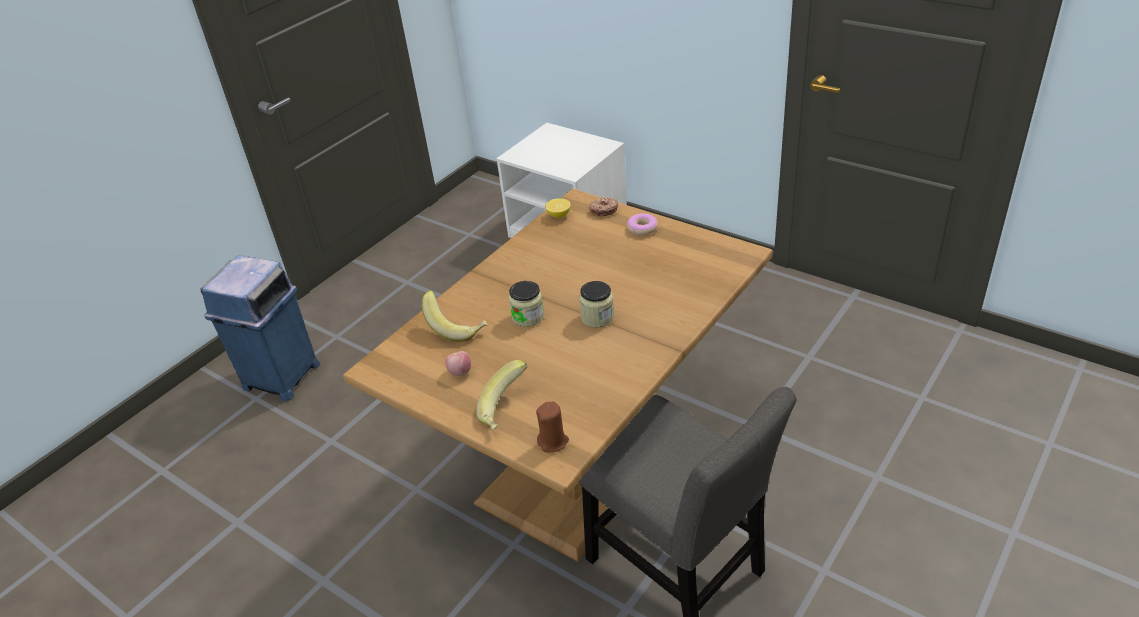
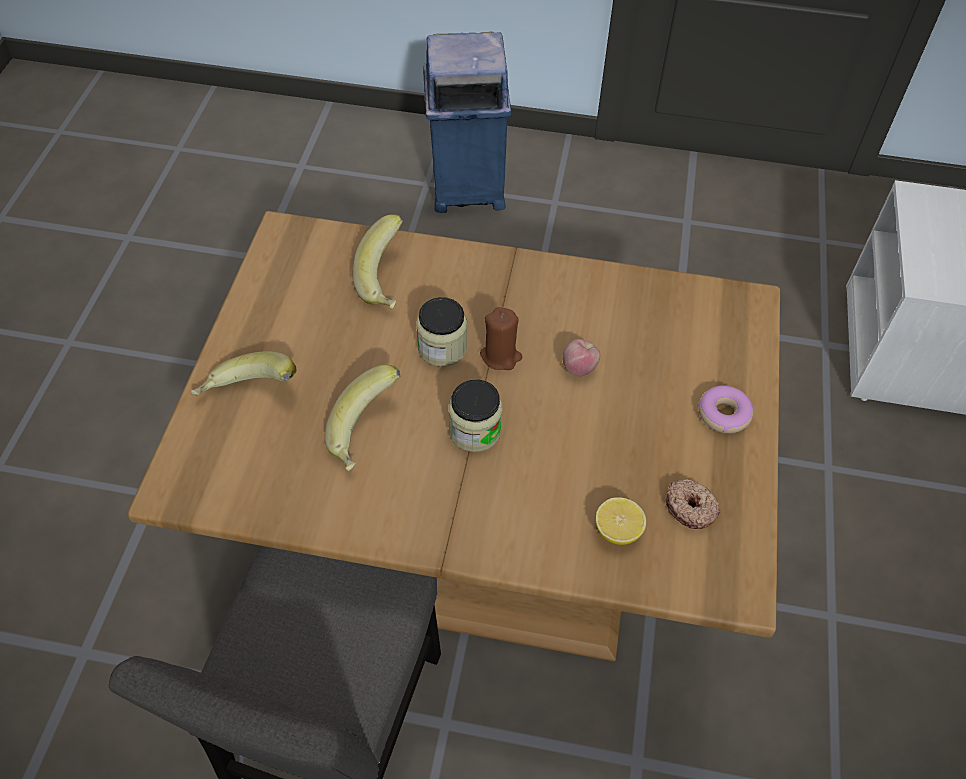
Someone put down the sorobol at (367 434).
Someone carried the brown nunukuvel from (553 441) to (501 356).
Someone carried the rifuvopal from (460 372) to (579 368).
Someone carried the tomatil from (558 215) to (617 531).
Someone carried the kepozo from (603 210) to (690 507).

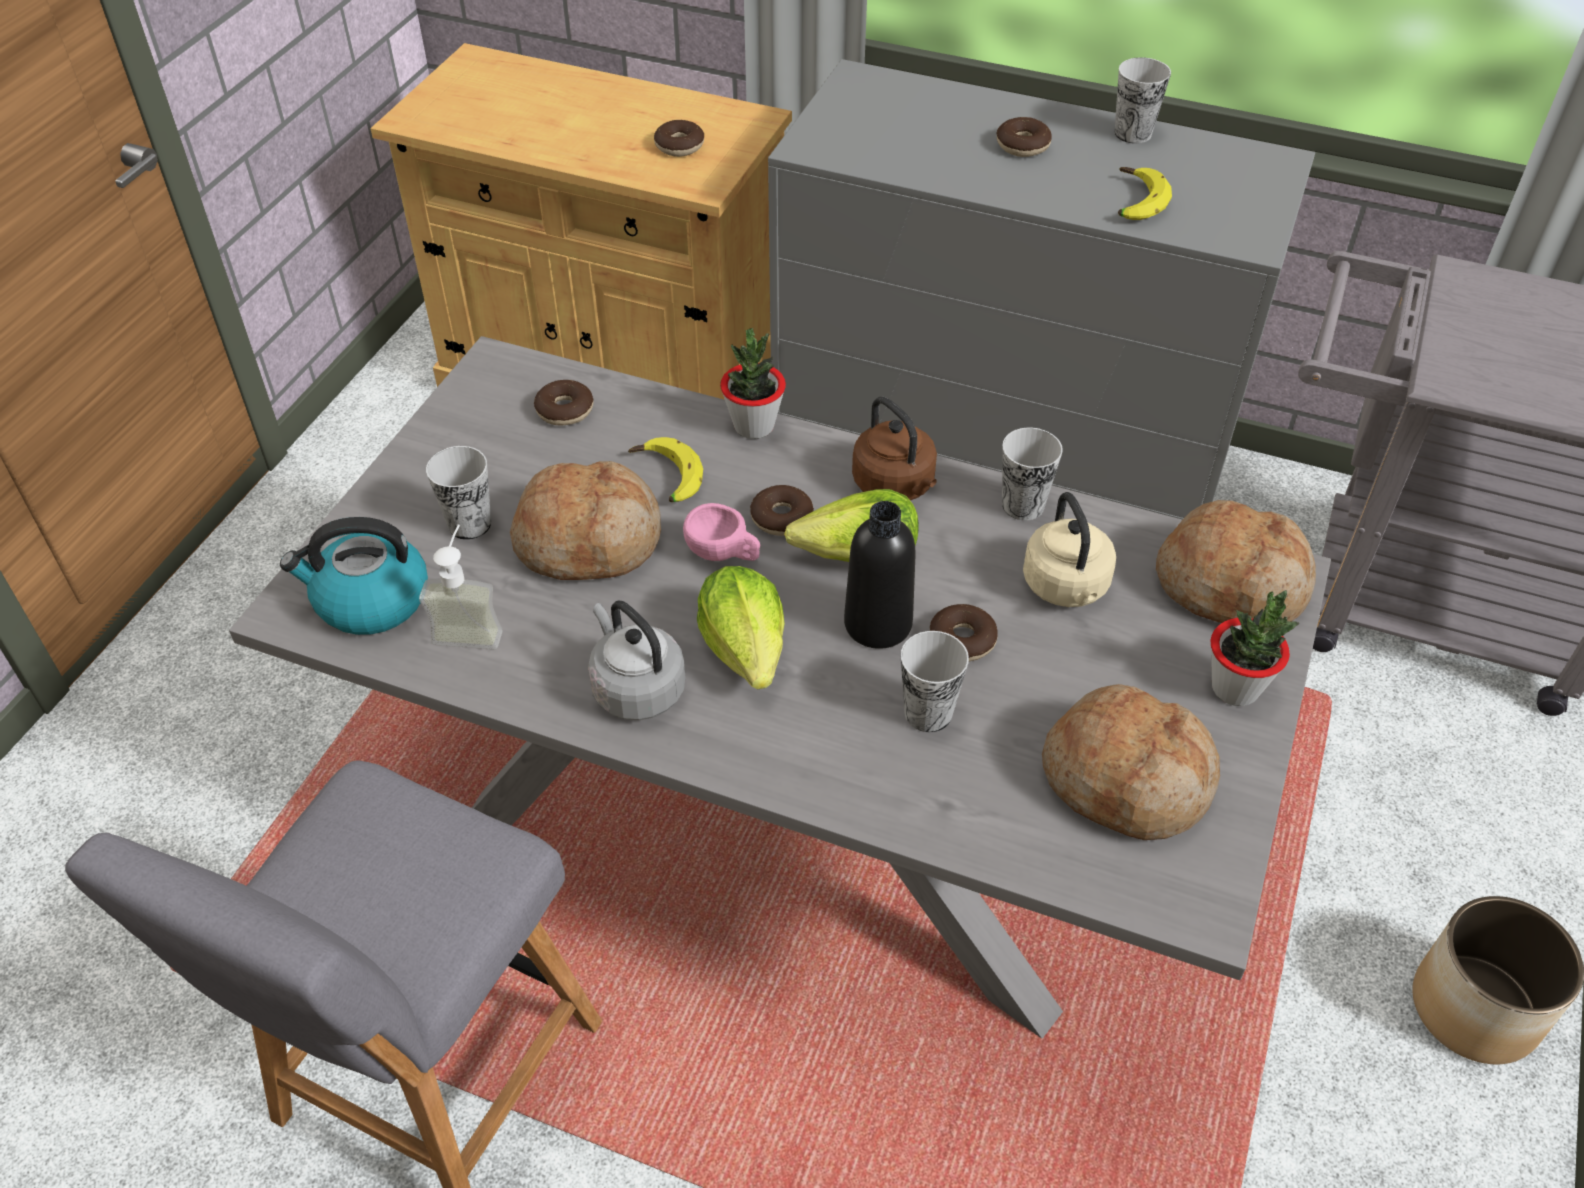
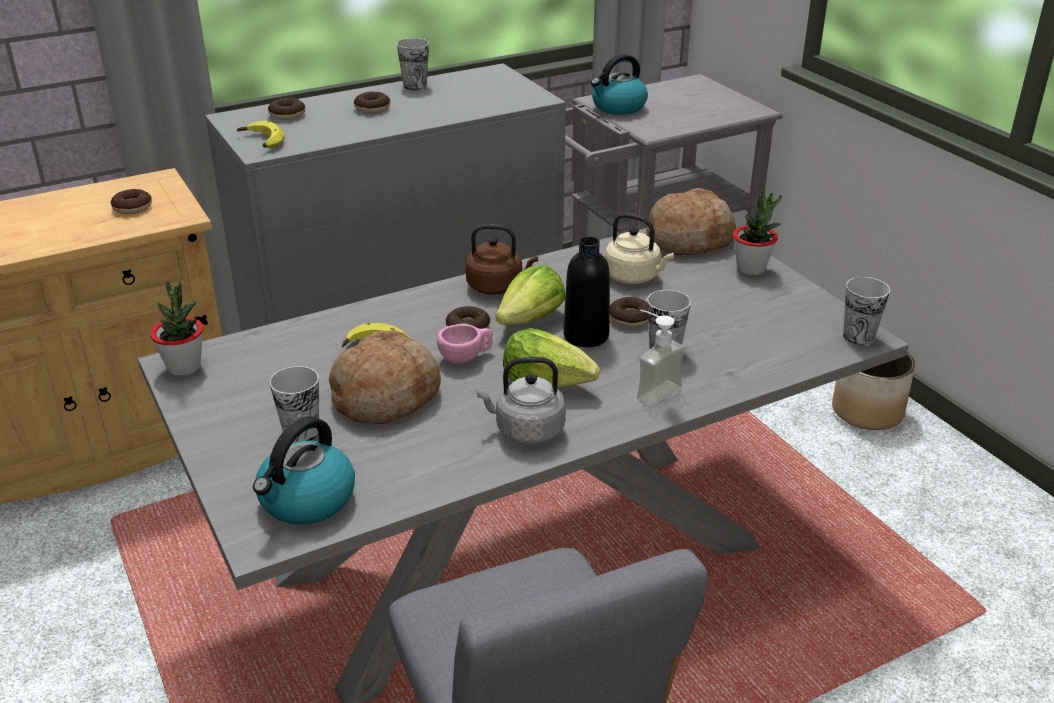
Someone carried the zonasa from (754 426) to (184 367).
Someone carried the sorobol from (1133 202) to (261 142).
Someone carried the kepozo from (565 410) to (287 115).
Someone put down the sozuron at (618 107).
Someone carried the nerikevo from (471 627) to (651 389).
Someone carried the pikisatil from (1023 505) to (858 336).
Someone took away the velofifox at (1128 779).

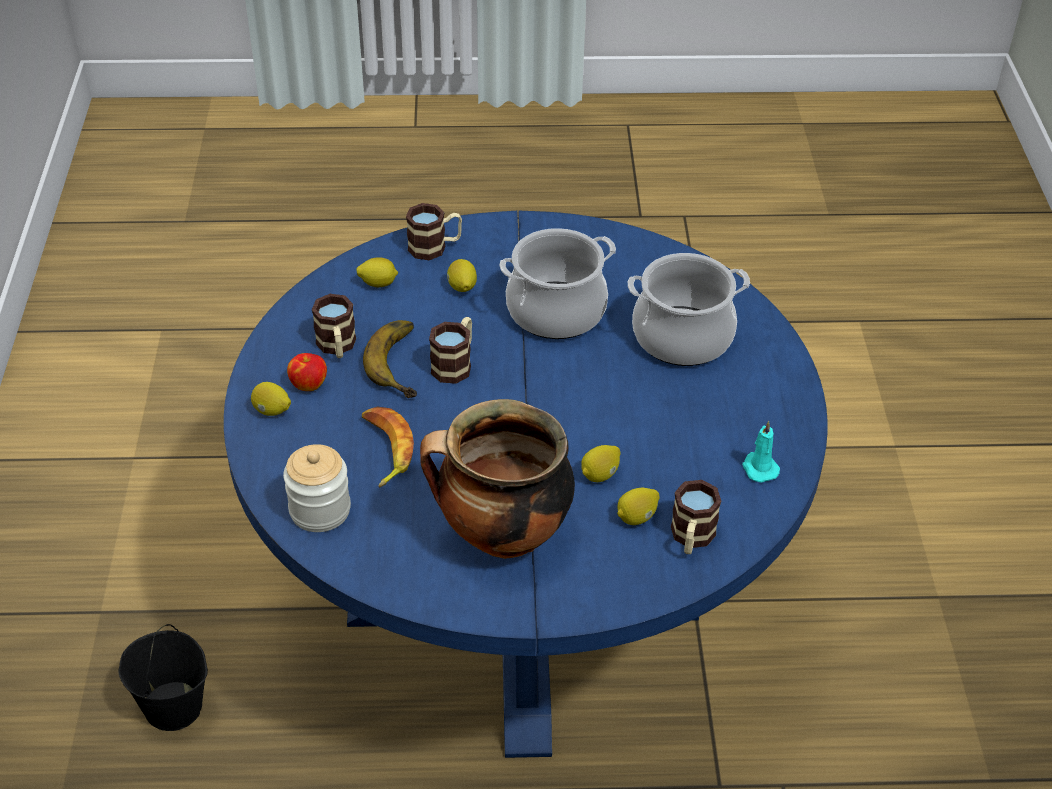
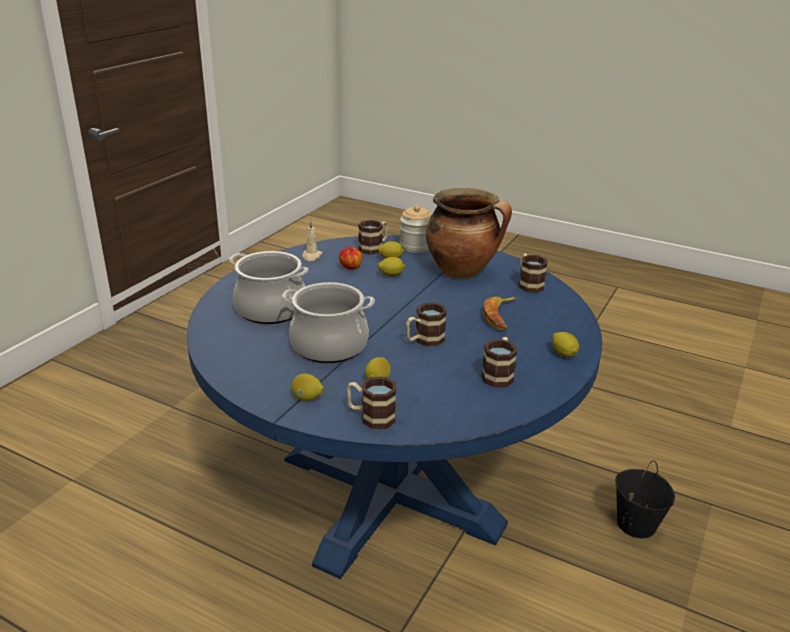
Someone carried the tomatil from (378 283) to (307 398).
Someone repainted the turquoise nunukuvel at (759 468), which became the beige nunukuvel at (311 256).
Someone carried the rifuvopal from (308 384) to (350 268).
Someone carried the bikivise from (320 510) to (415 246).
Someone put down the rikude at (528 284).
Someone took away the sorobol at (405 362).

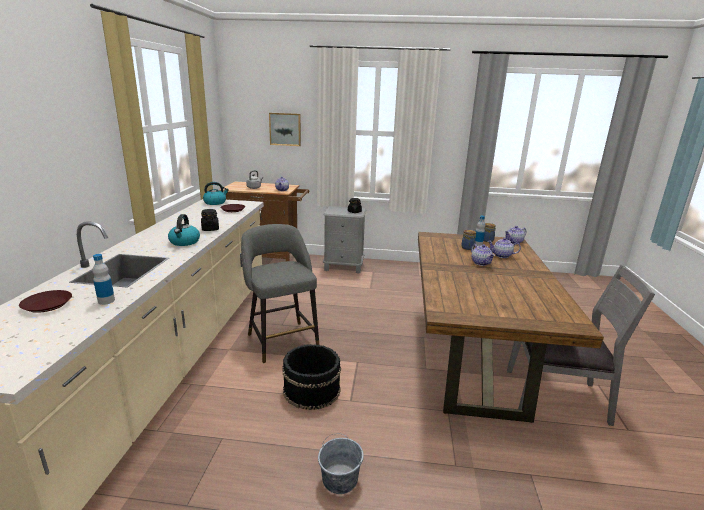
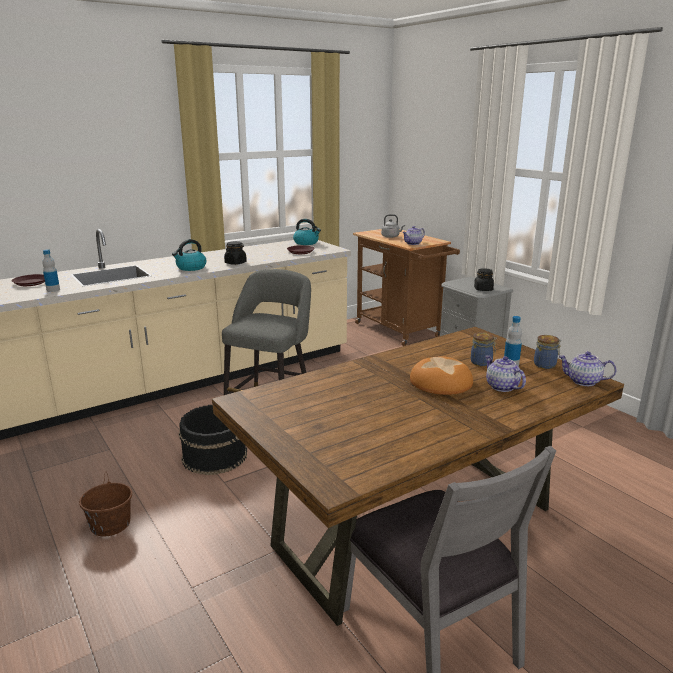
Someone repainted the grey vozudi at (339 479), which became the brown vozudi at (110 524).
Someone swapped the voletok at (481 263) for the velofifox at (441 382).
Someone took away the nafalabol at (285 129).

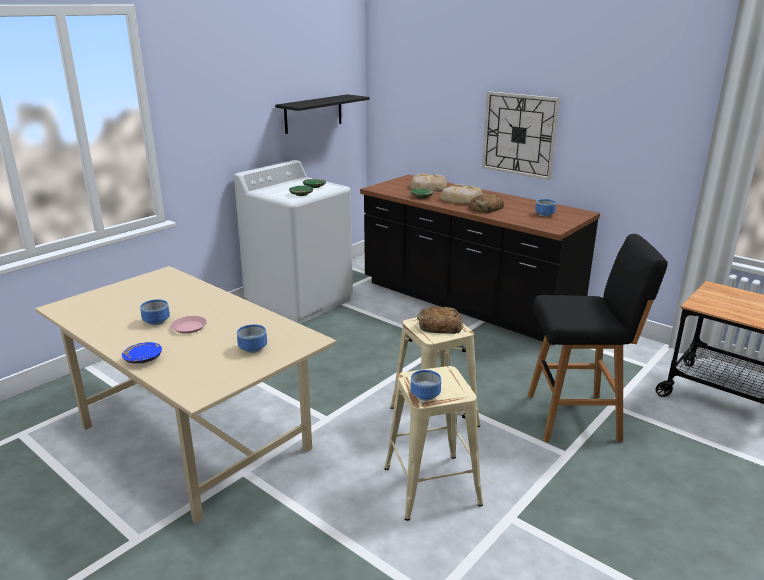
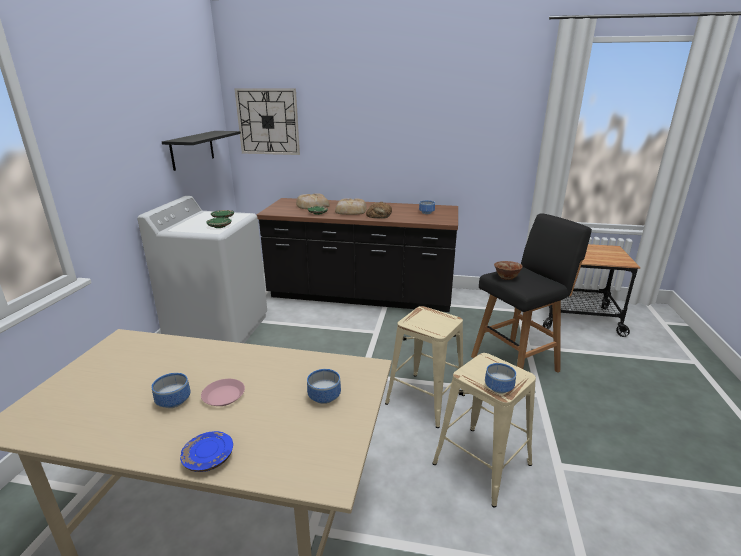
Someone carried the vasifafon from (519 134) to (268 122).
Someone put down the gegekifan at (506 278).
Someone took away the velofifox at (439 325).

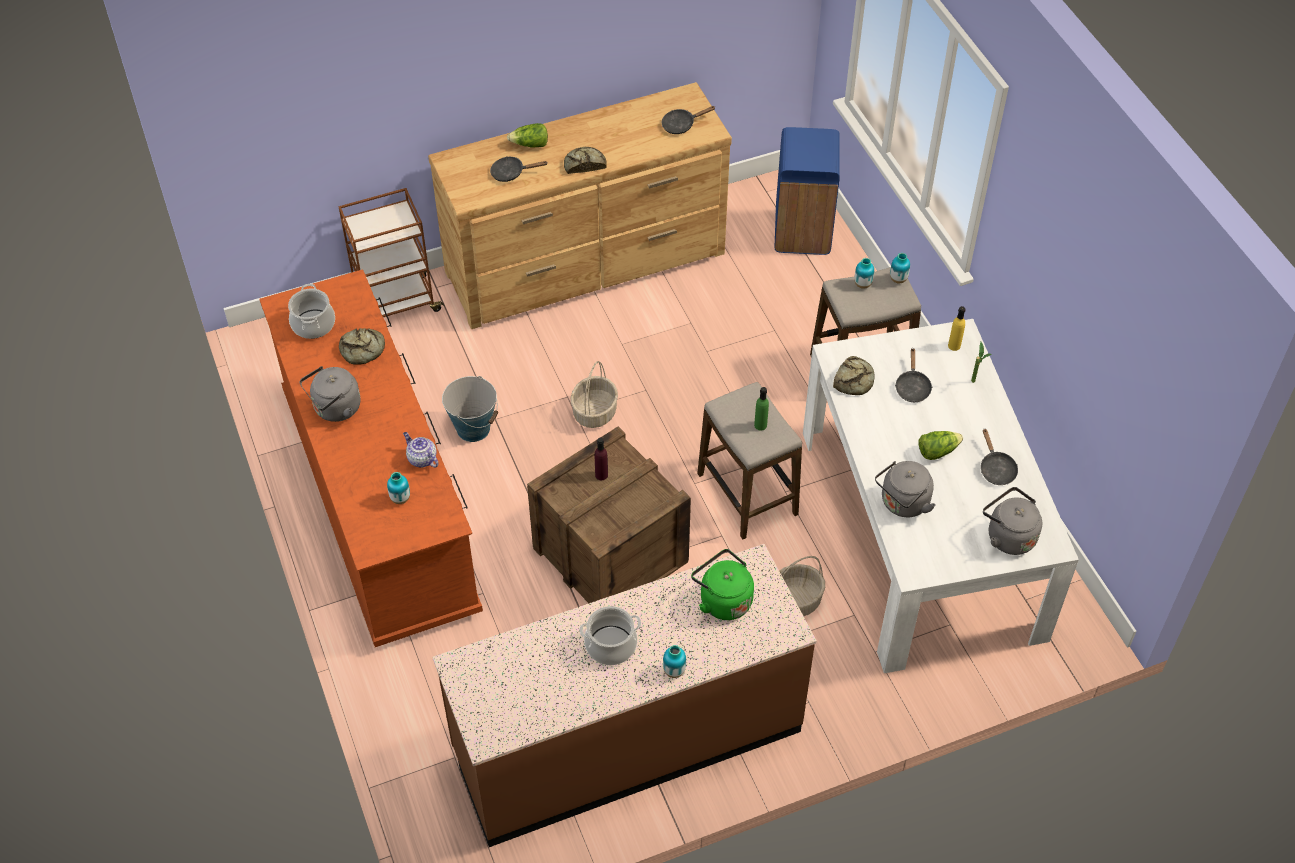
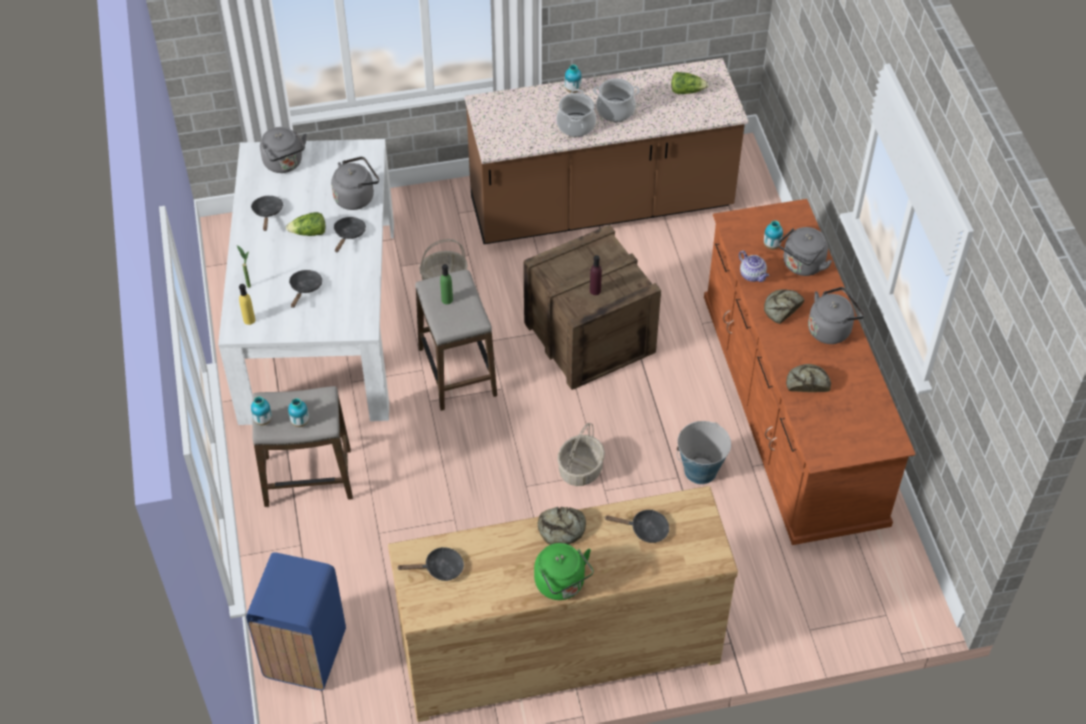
Someone put down the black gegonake at (349 234).
Someone carried the green sozuron from (723 600) to (562 585).
Someone carried the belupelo from (313 324) to (575 125).
Someone carried the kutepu from (530 144) to (686 91).
Someone carried the velofifox from (854 379) to (782 308).
Someone put down the grey sozuron at (802 266).
Someone took away the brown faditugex at (396 303).

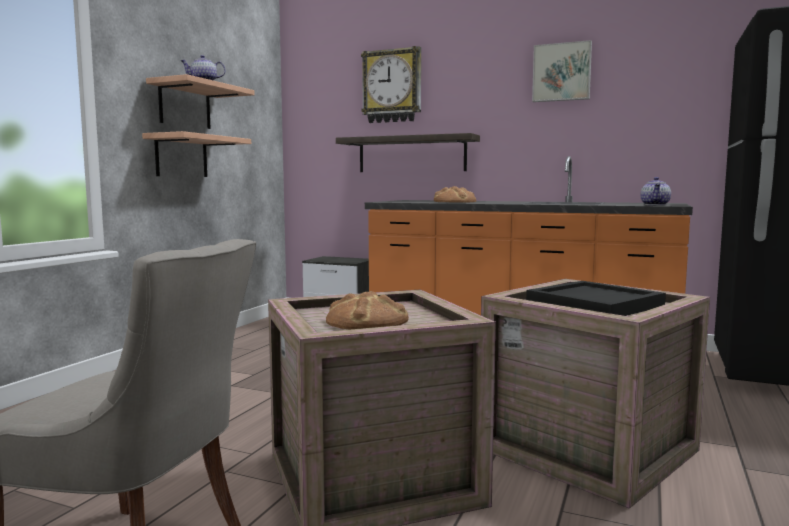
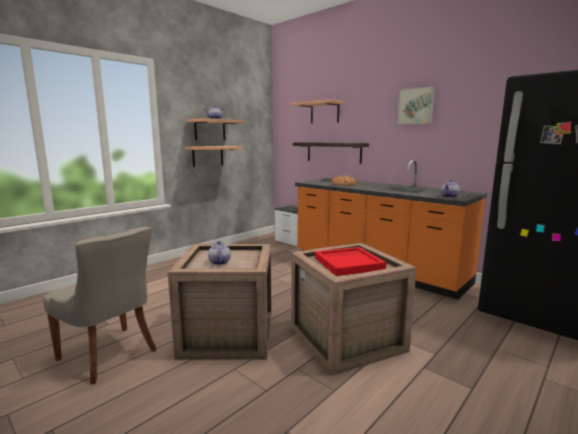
Someone swapped the velofifox at (366 321) for the voletok at (219 262).
Someone swapped the vasifafon at (392 86) for the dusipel at (324 112).
Someone repainted the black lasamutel at (594 304), which became the red lasamutel at (349 263).

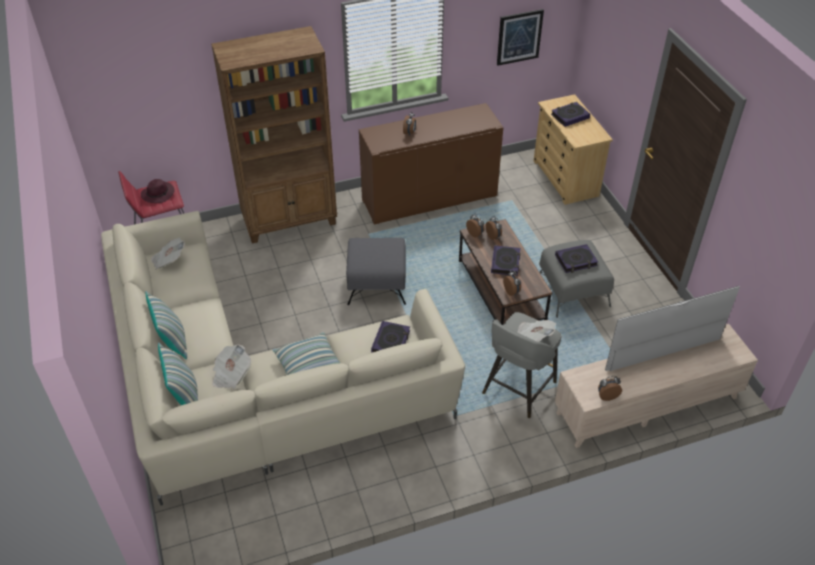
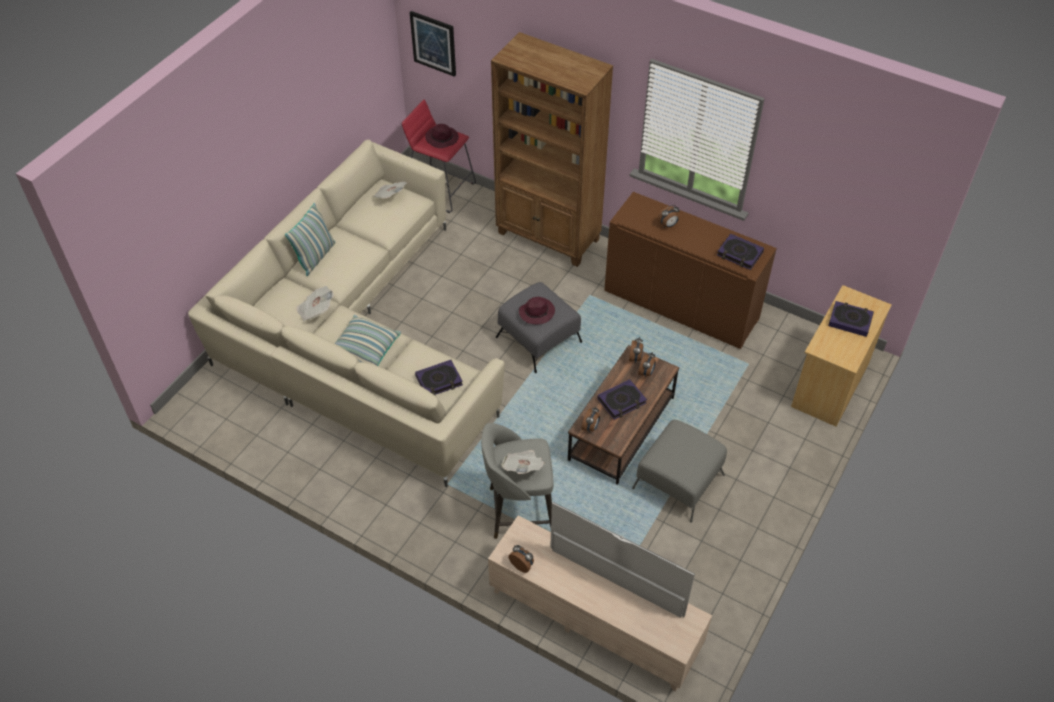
Someone carried the nafalabol from (519 37) to (433 43).
Someone put down the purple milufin at (537 312).
Someone carried the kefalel from (576 261) to (739 254).
Someone took away the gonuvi at (185 395).

